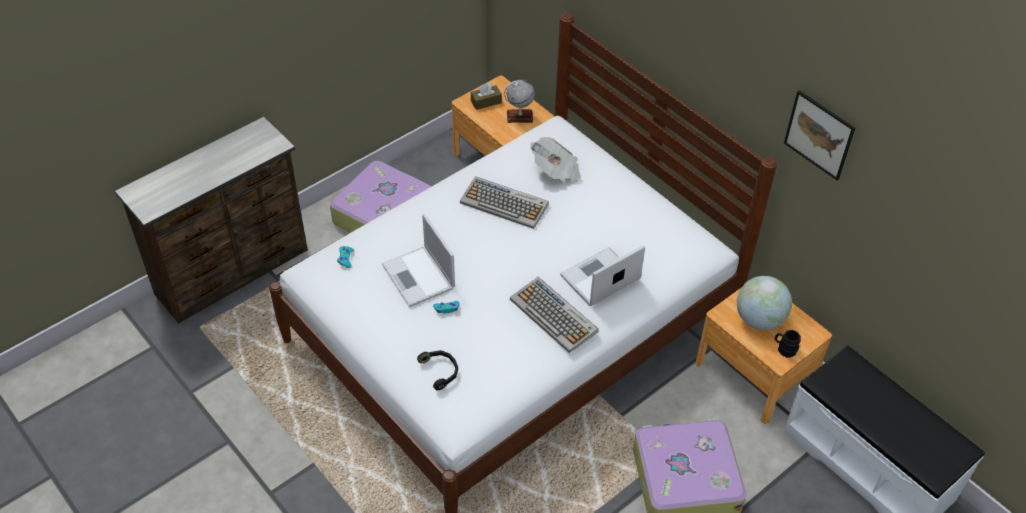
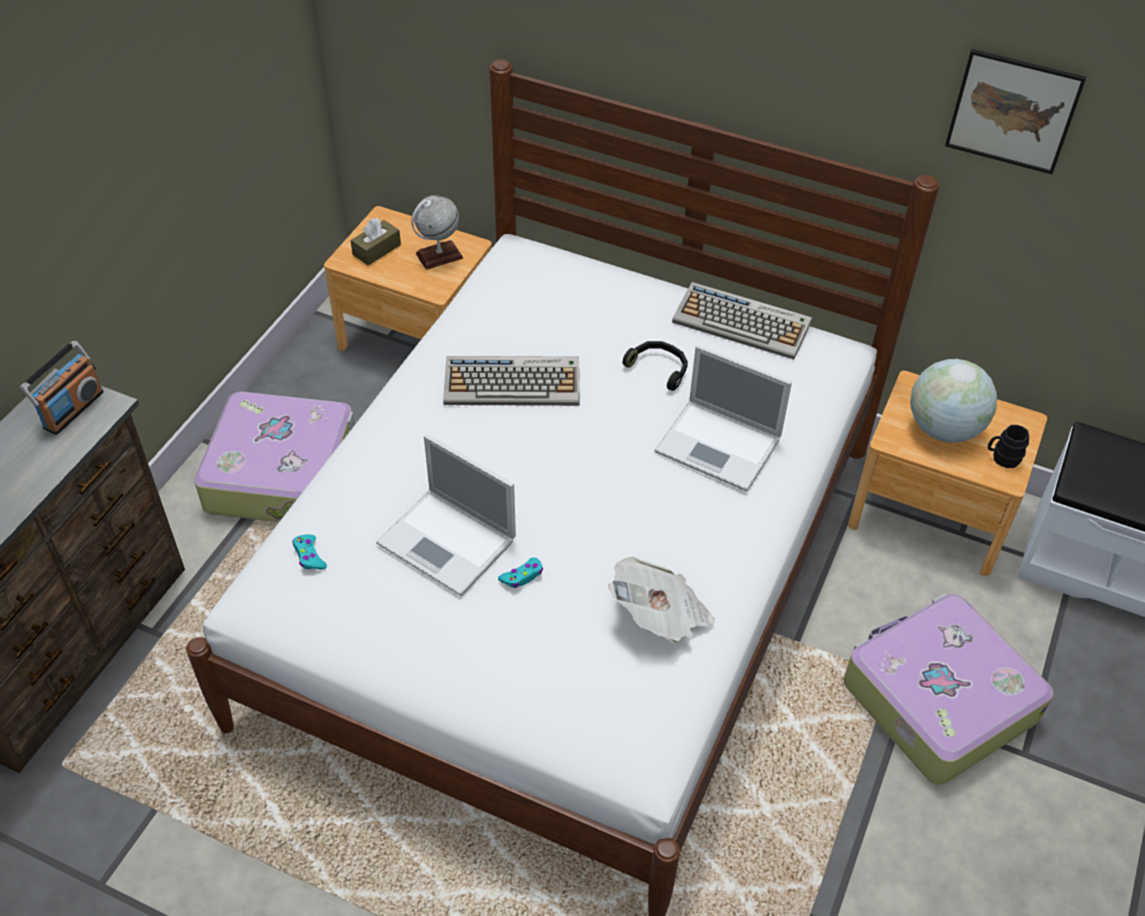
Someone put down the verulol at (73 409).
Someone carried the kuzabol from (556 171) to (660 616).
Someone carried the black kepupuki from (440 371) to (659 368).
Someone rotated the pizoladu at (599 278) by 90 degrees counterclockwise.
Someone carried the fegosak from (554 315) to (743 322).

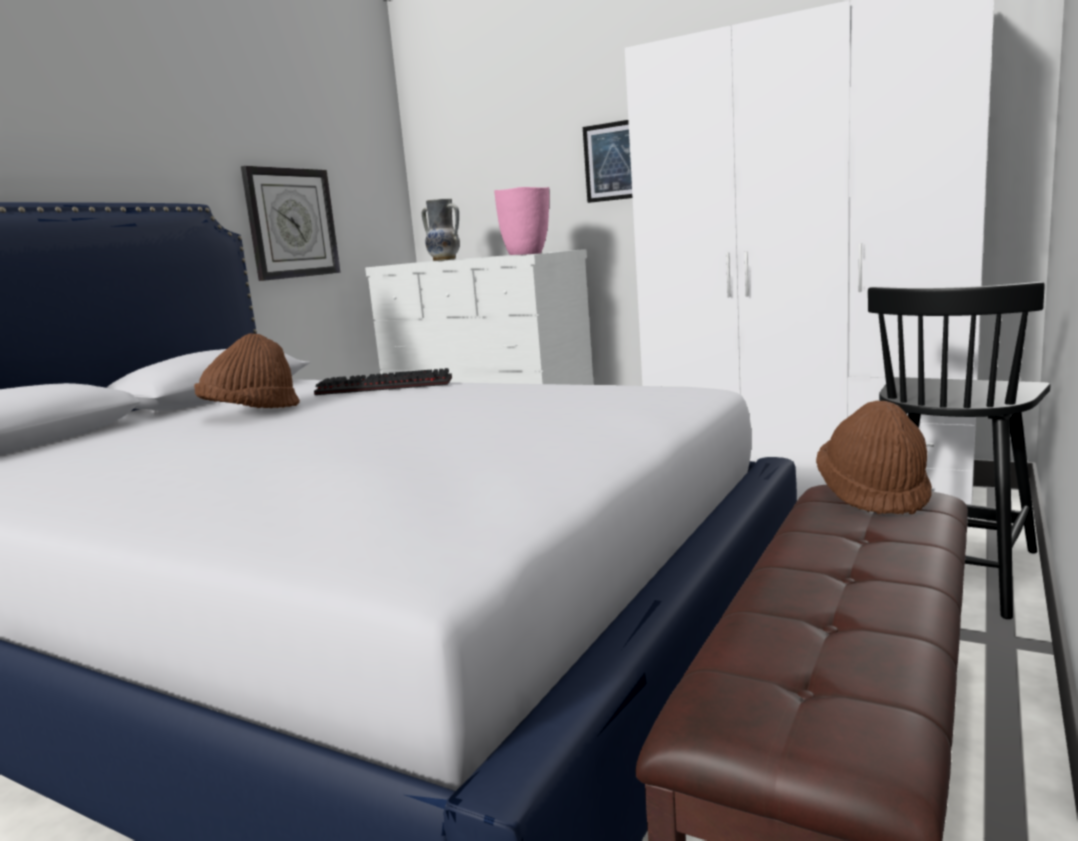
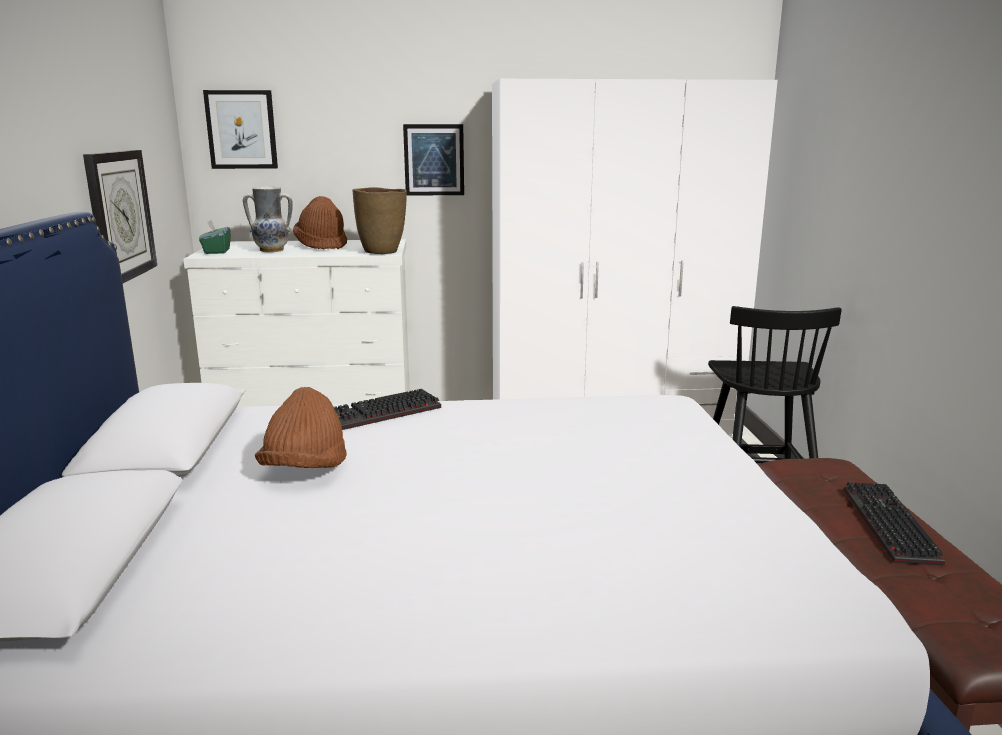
Someone put down the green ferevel at (216 251).
Someone put up the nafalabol at (241 129).
Someone carried the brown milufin from (874 495) to (322 246).
Someone repainted the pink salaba at (527 254), which became the brown salaba at (382 252).
Someone put down the fegosak at (885 523).

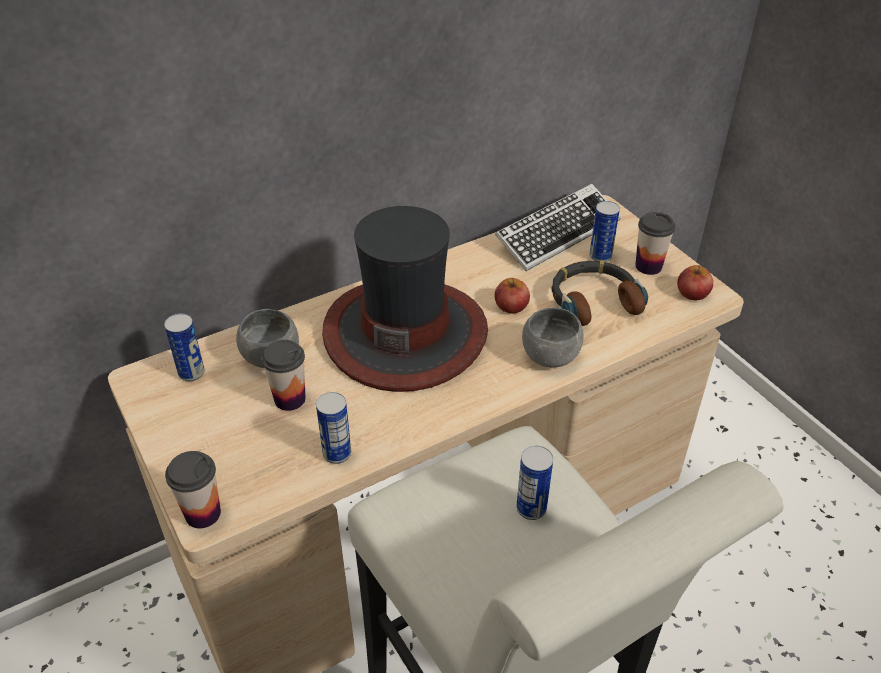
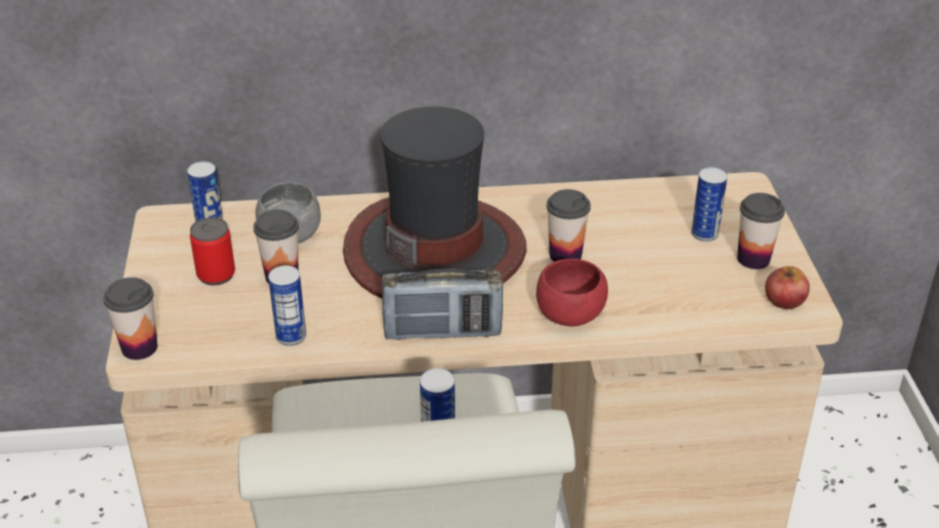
Someone put down the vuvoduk at (216 274).
Someone put down the verulol at (442 332).
Someone repainted the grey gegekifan at (550 356), which became the red gegekifan at (569 314).
Someone swapped the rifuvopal at (511 305) for the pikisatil at (565 255).
Someone took away the fegosak at (558 233).
Someone took away the kepupuki at (594 300).

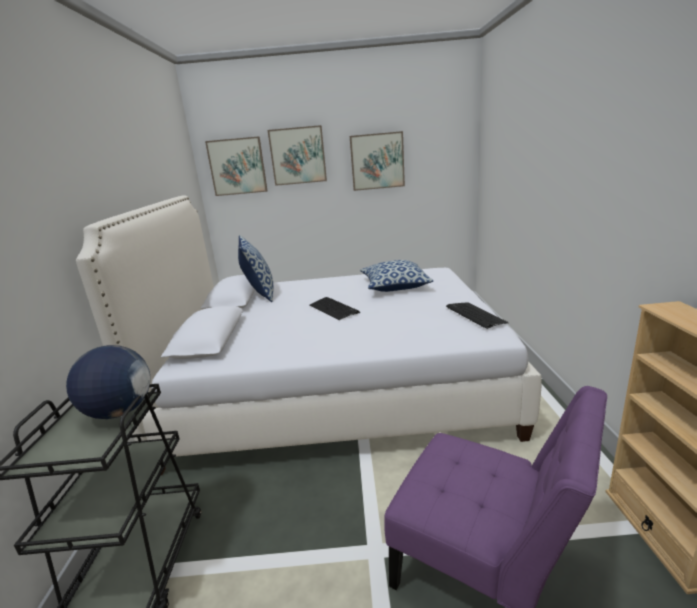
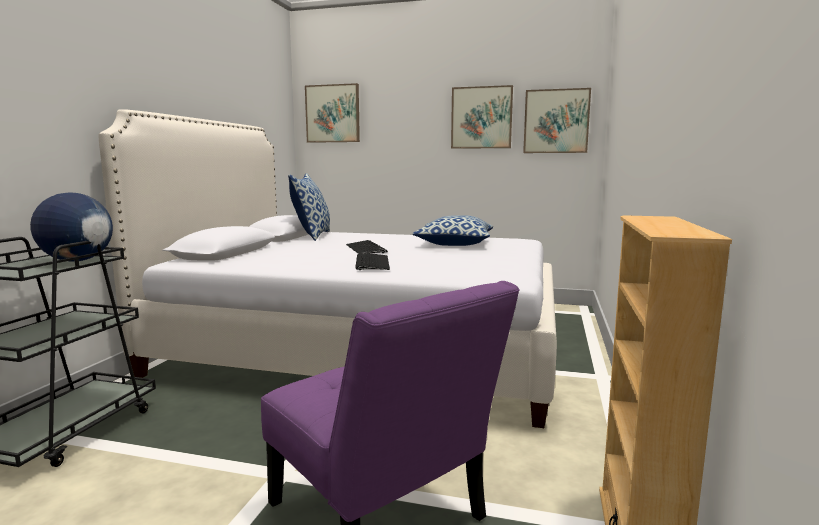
Someone carried the fegosak from (475 315) to (371 263).
Someone carried the nafalabol from (298 156) to (556 121).

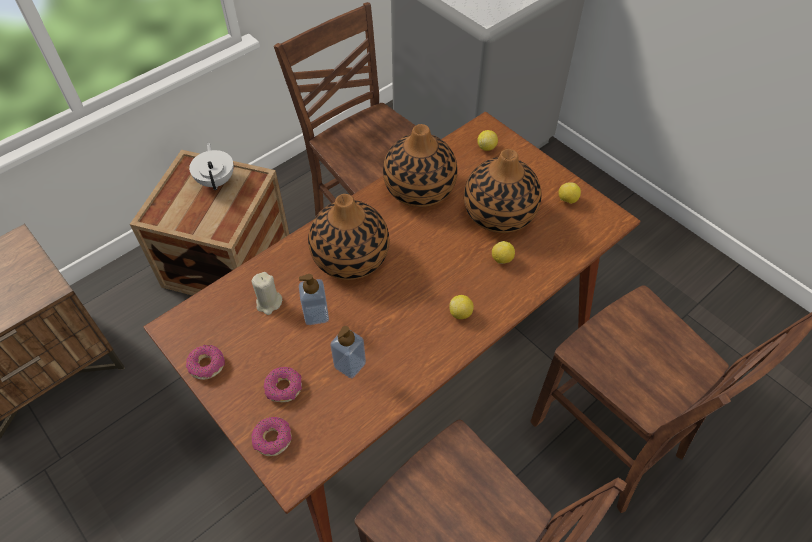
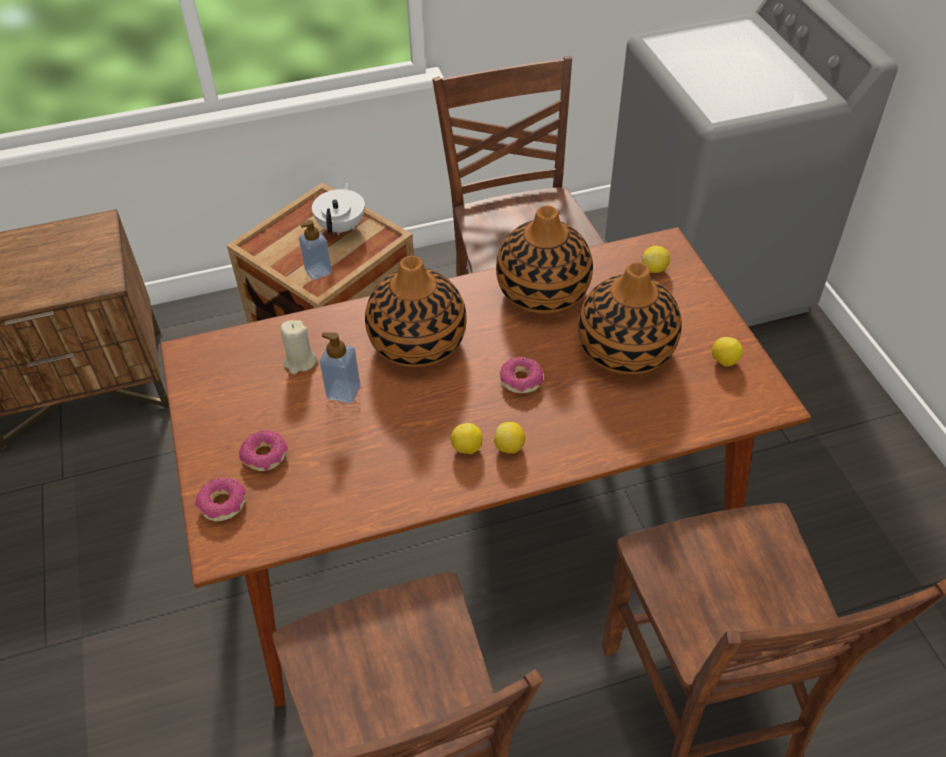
Someone carried the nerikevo from (350 365) to (318 271).
Someone carried the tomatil from (502 259) to (466 448).
Someone carried the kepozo from (207 365) to (521 380).

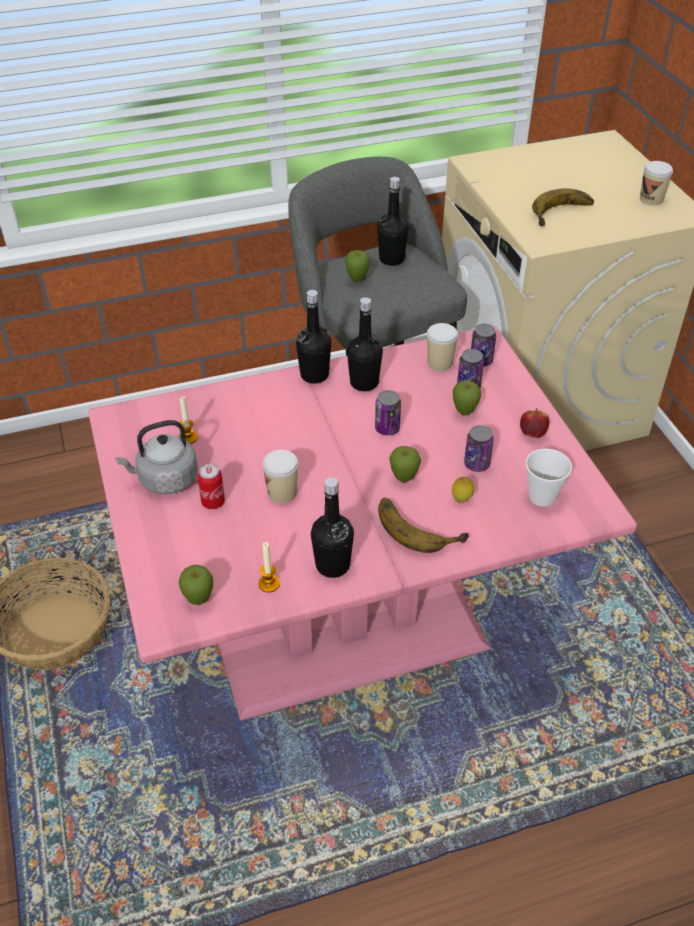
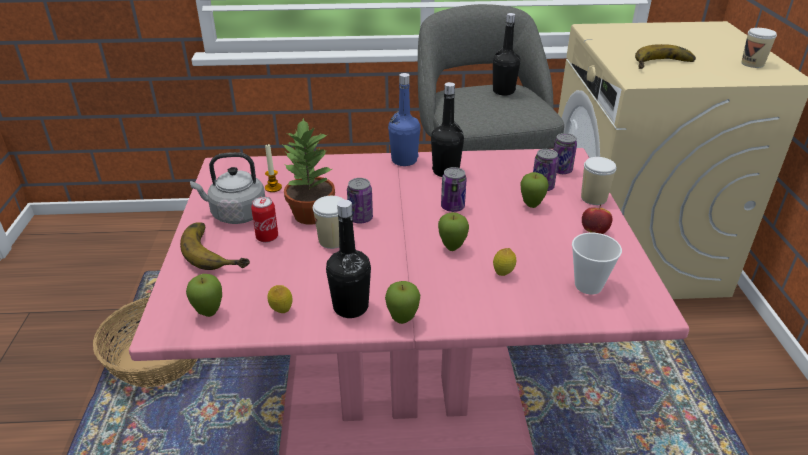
Someone carried the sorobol from (419 525) to (218 249).
Someone swapped the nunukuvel at (269 584) for the tomatil at (281 311).
Someone put down the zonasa at (311 215).
Someone carried the vuvoduk from (476 464) to (360 218).
Someone carried the rifuvopal from (357 280) to (402 320).
Someone repainted the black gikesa at (314 375), which became the blue gikesa at (404 160).
Someone carried the pikisatil from (439 363) to (593 198).

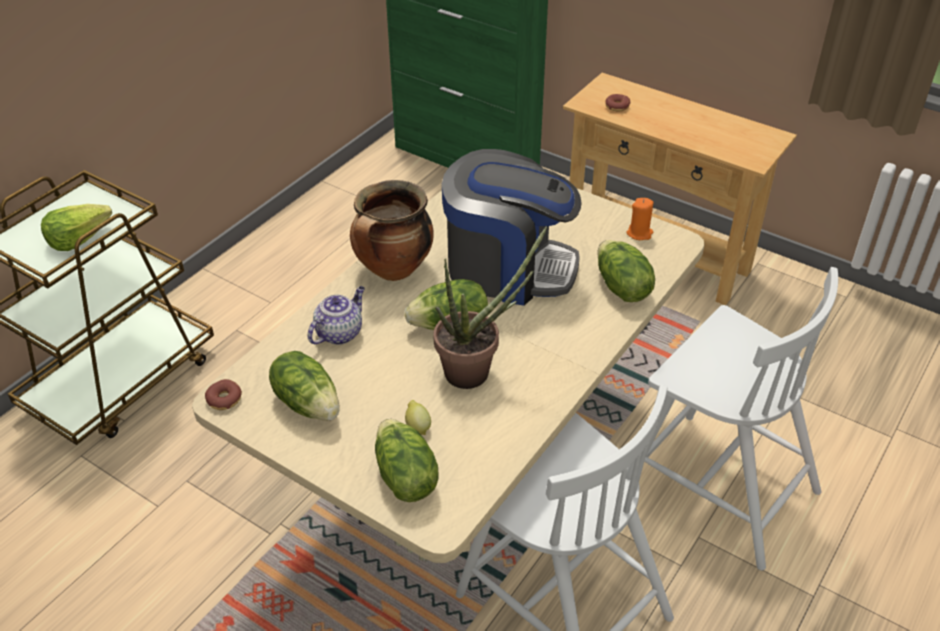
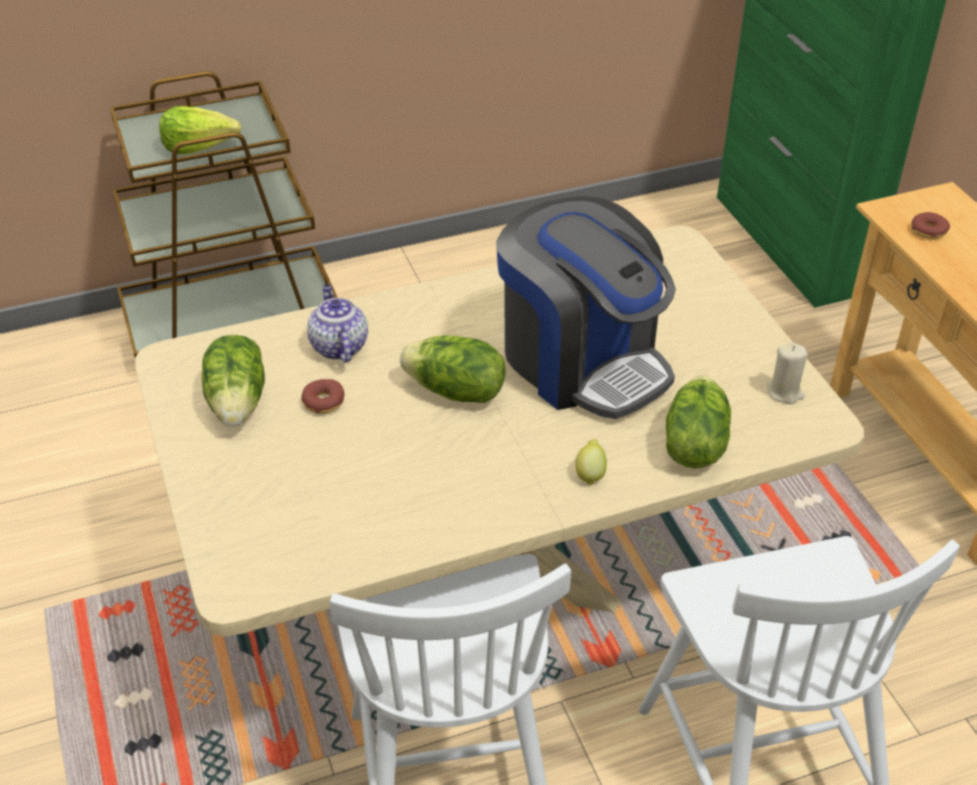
Someone carried the kepozo from (224 399) to (323 402).
Someone rotated the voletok at (339 332) by 90 degrees counterclockwise.
Someone carried the tomatil from (417 427) to (590 474).
Someone repainted the orange nunukuvel at (639 233), which became the beige nunukuvel at (785 392).
Someone took away the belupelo at (393 270).
Someone took away the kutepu at (404 477).
Someone took away the zonasa at (476 370).

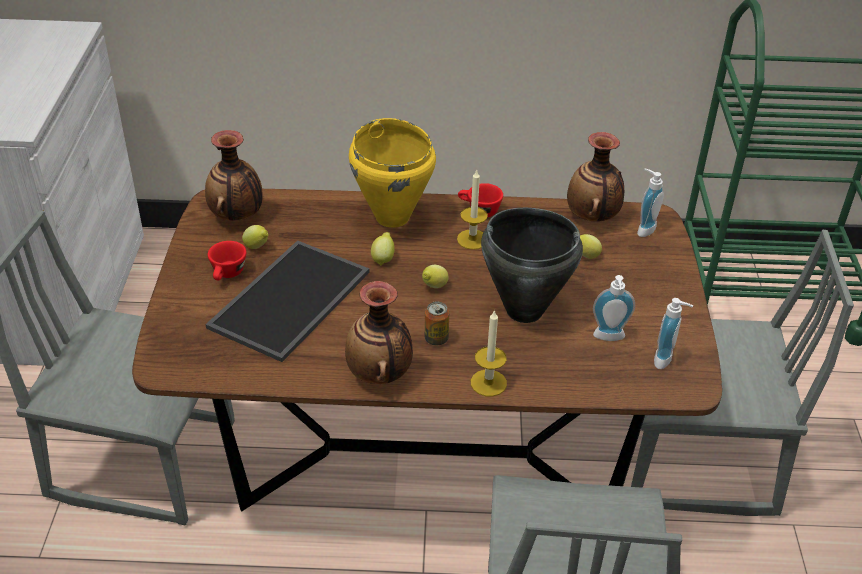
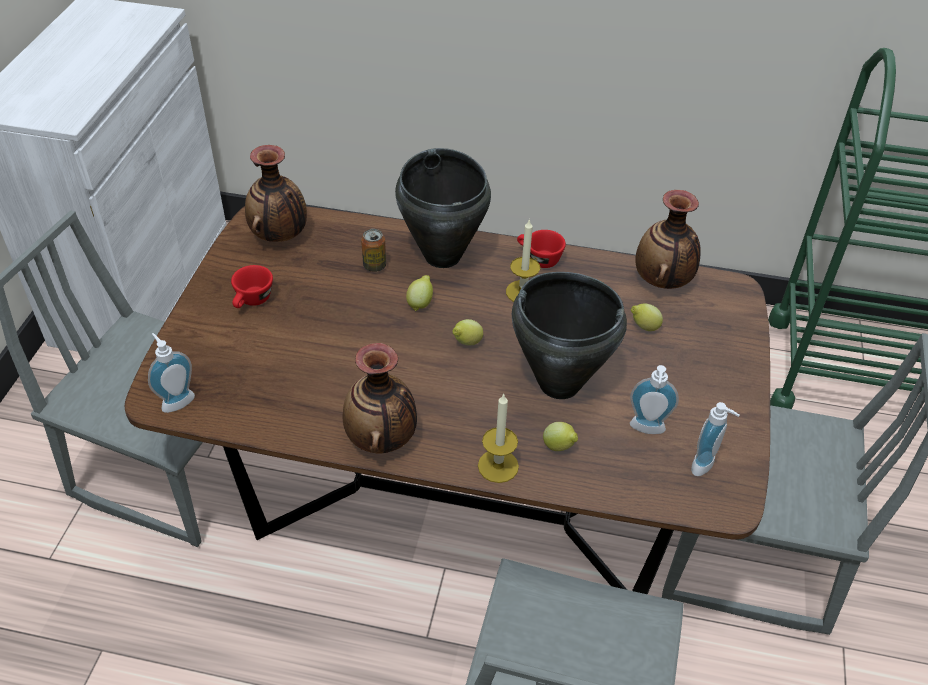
Someone carried the nerikevo from (643 228) to (176 400).
Someone carried the vuvoduk from (436 339) to (374 266).
Someone repainted the yellow belupelo at (393 217), which became the black belupelo at (443 255).
Someone carried the tomatil from (257 247) to (559 447).
Someone took away the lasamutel at (291 301).

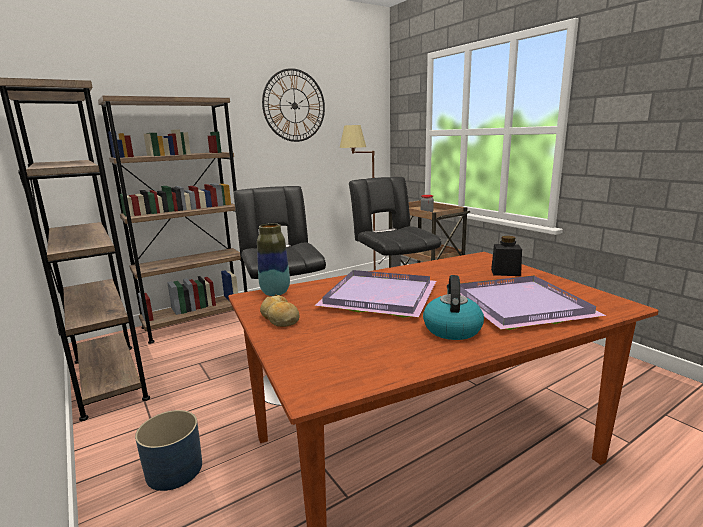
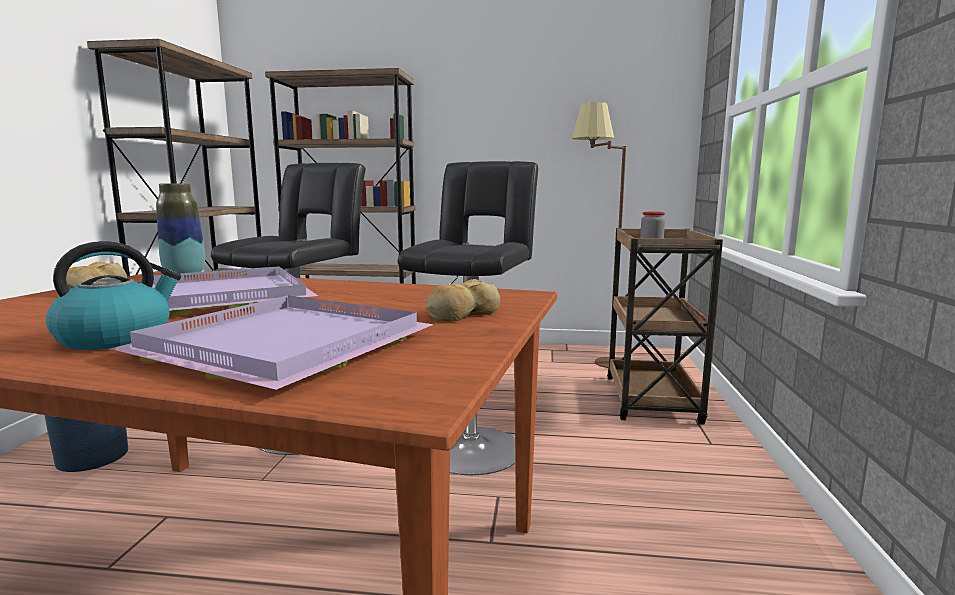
Someone swapped the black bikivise at (505 272) for the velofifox at (461 314).
Someone took away the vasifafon at (294 105).

